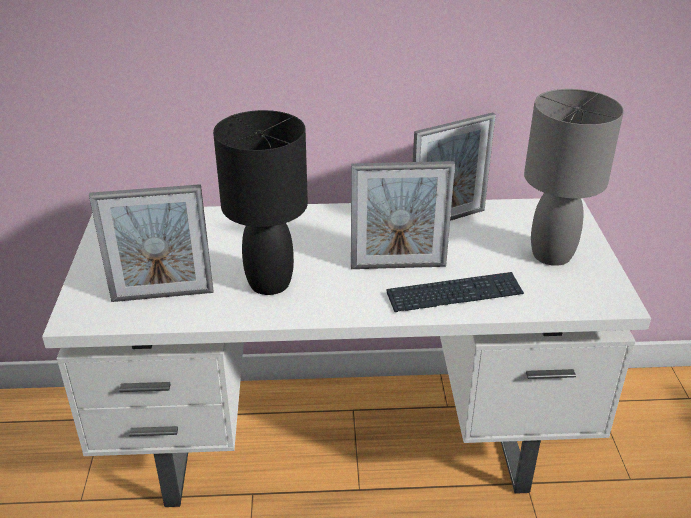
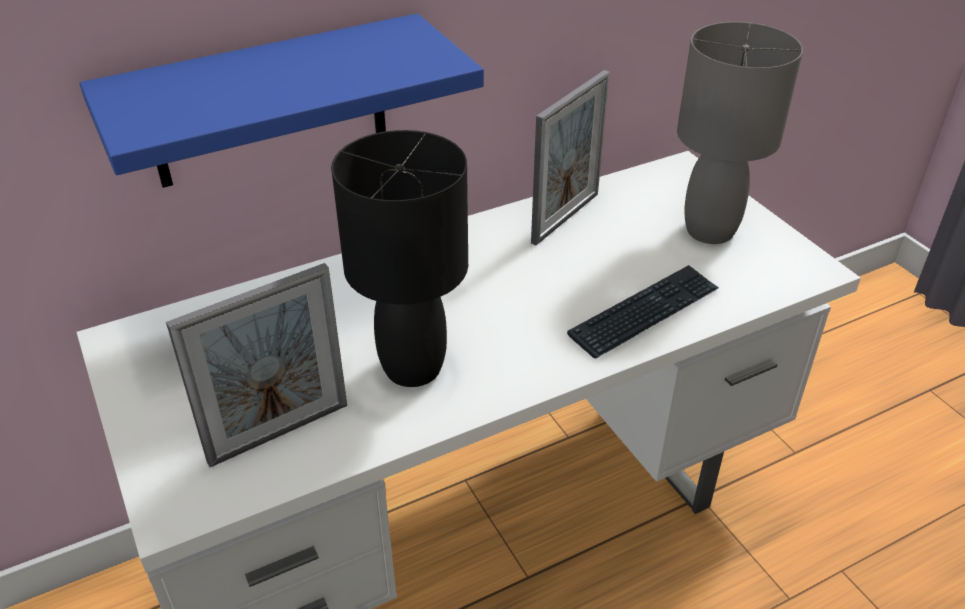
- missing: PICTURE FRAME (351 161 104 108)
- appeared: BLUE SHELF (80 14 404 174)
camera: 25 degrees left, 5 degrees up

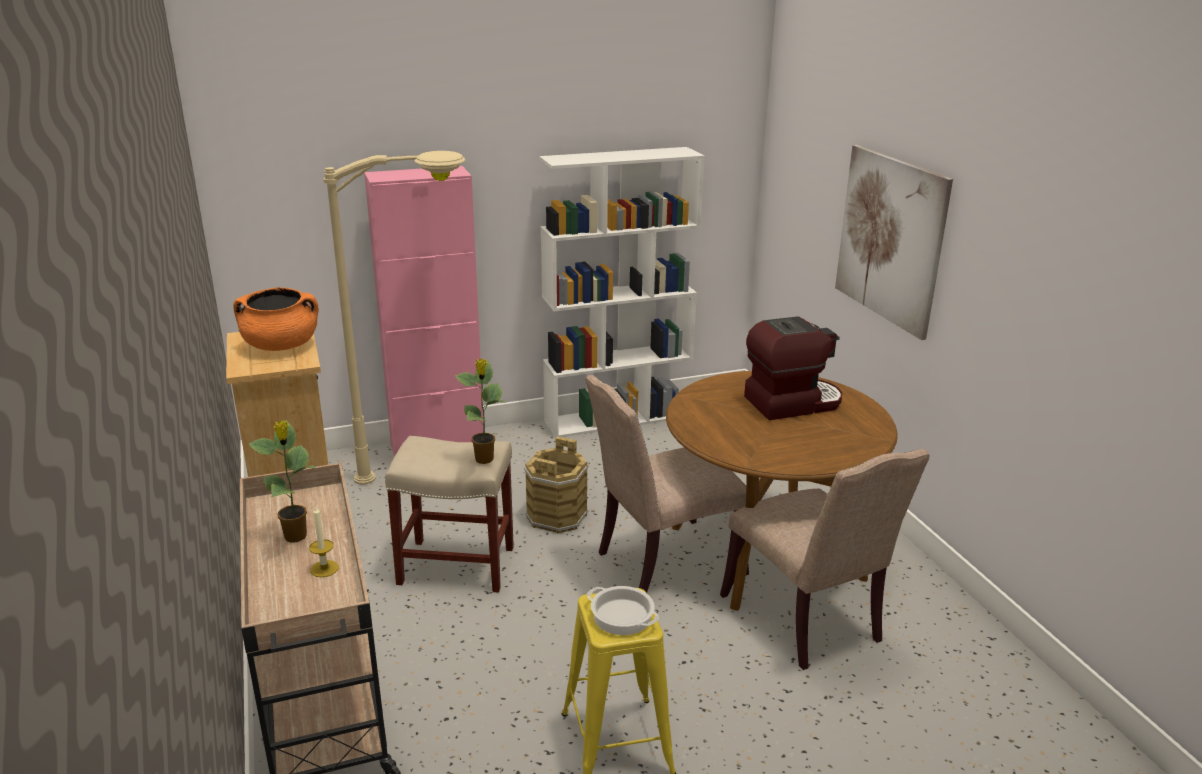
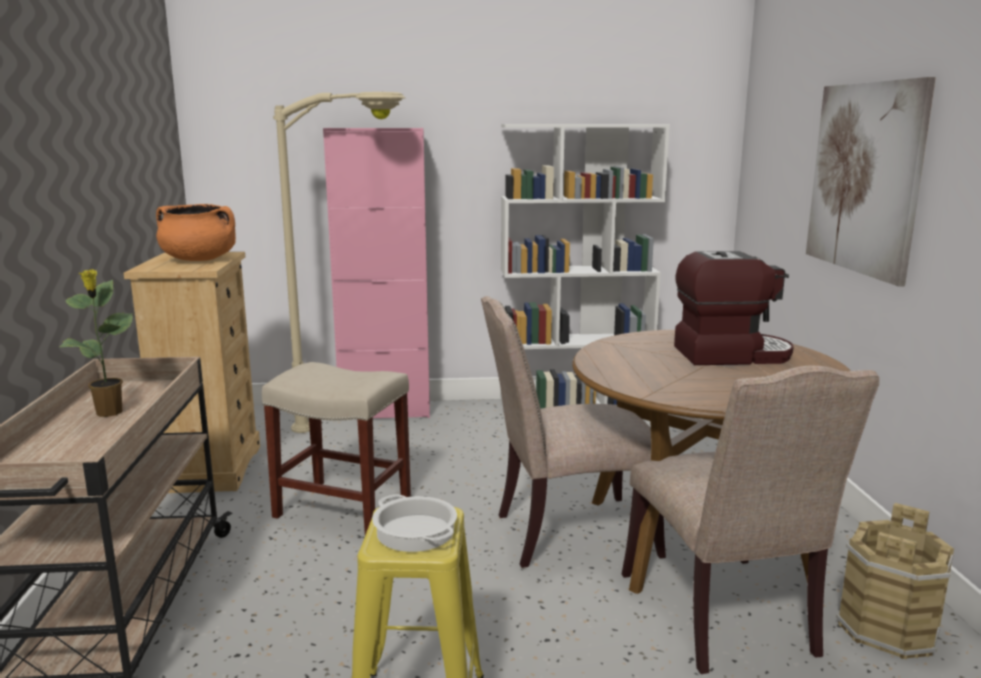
- missing: CANDLE (309 507 30 70)
- missing: POTTED PLANT (455 359 50 105)
- relocated: BROWN BUCKET (524 437 65 96) to (836 503 118 157)
camera: 15 degrees right, 10 degrees down

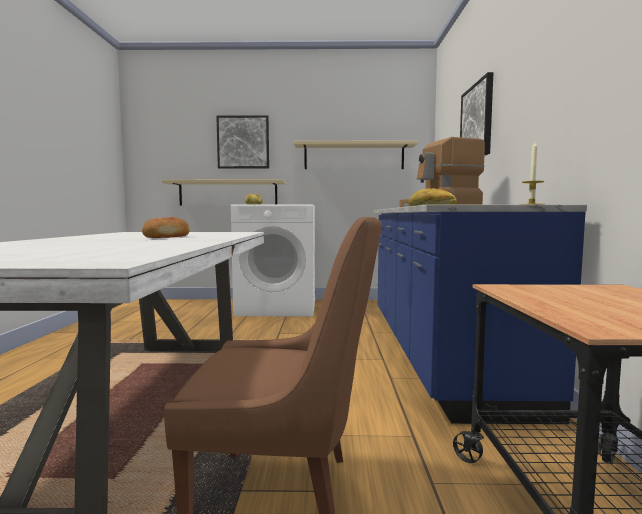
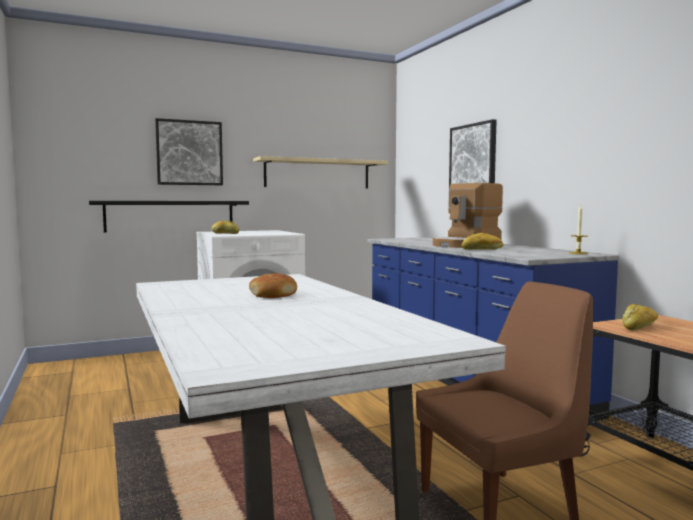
- appeared: BREAD (622 304 36 26)
- colour: BEIGE SHELF (162 180 124 26) to BLACK SHELF (89 201 160 31)
camera: 25 degrees left, 0 degrees up

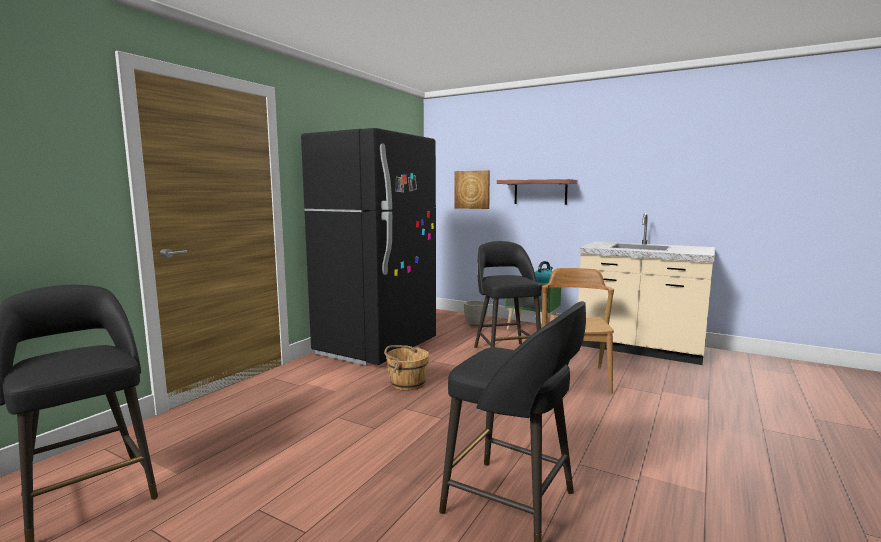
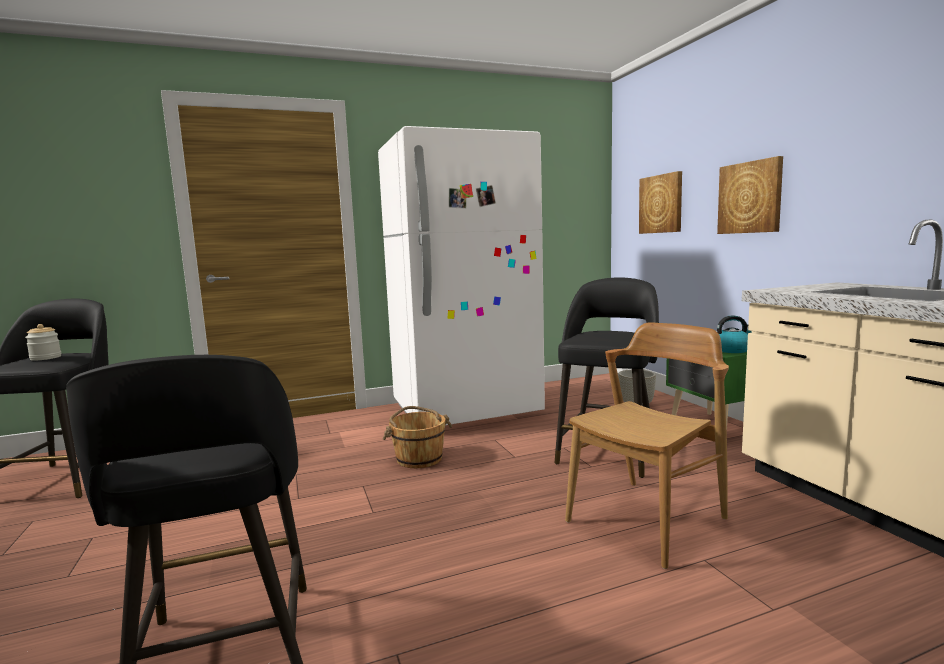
- appeared: JAR (25 324 36 37)
- exchanged: SHELF (497 179 80 26) to PICTURE (717 156 66 78)
- colour: BLACK FRIDGE (301 128 135 237) to WHITE FRIDGE (378 126 167 299)
camera: 40 degrees right, 0 degrees up

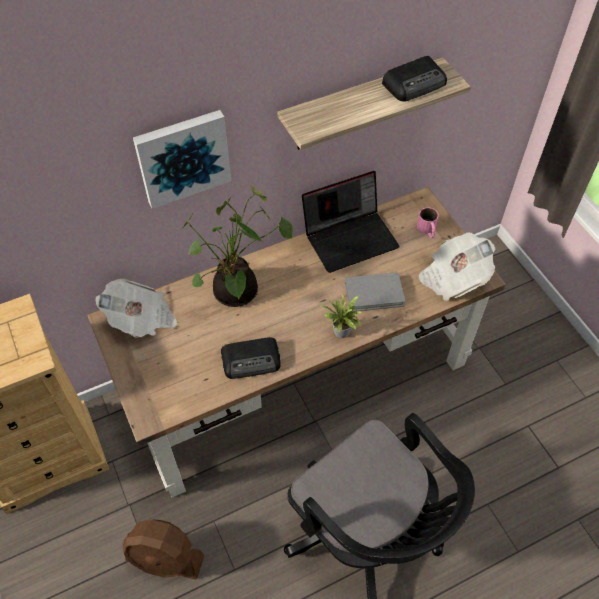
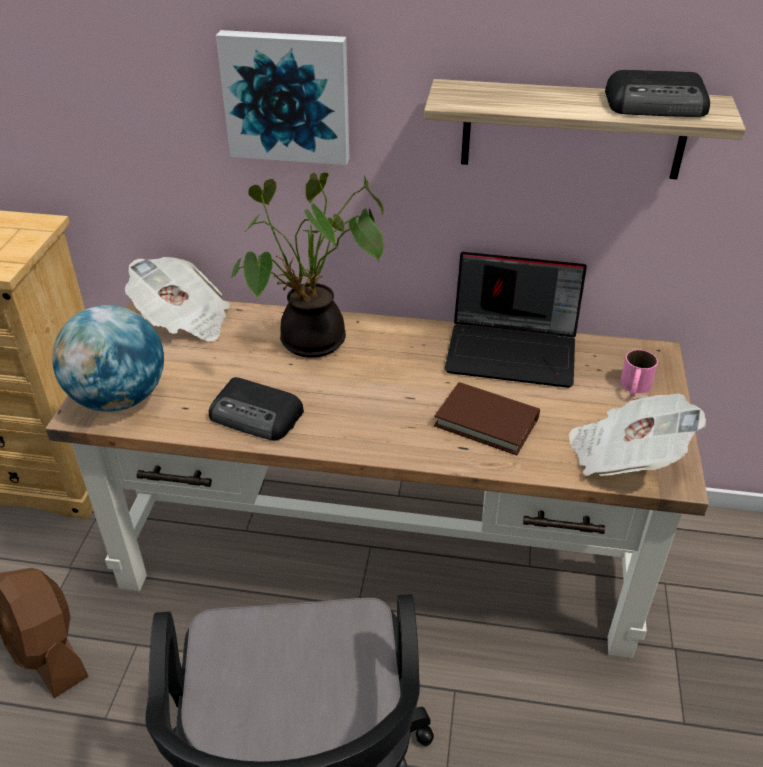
- missing: POTTED PLANT (319 294 44 44)
- appeared: GLOBE (52 305 112 107)
- colour: GREY BOOK (345 272 61 40) to BROWN BOOK (434 382 106 73)
camera: 35 degrees right, 15 degrees down

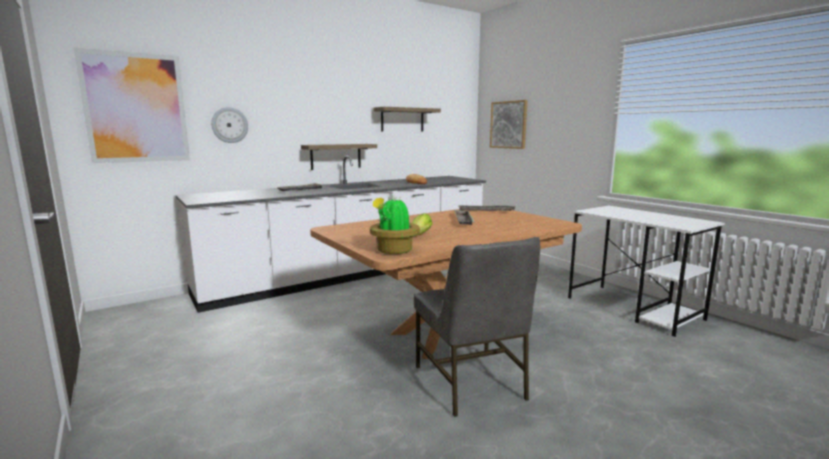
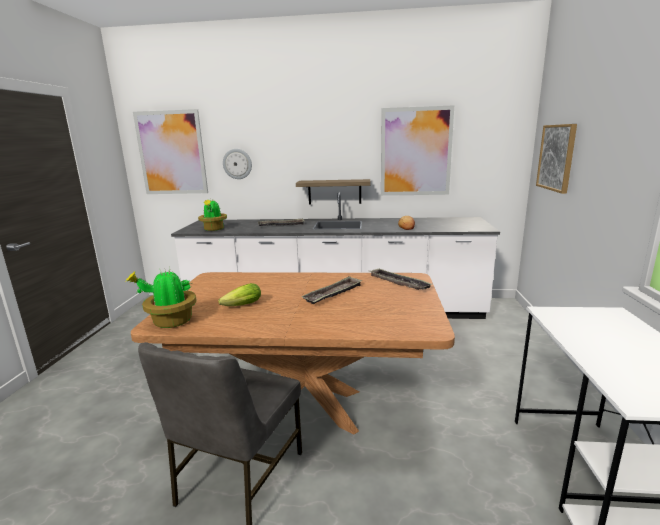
- appeared: POTTED PLANT (198 200 29 31)
- exchanged: SHELF (373 107 68 24) to PICTURE (381 105 73 91)
camera: 40 degrees right, 5 degrees up

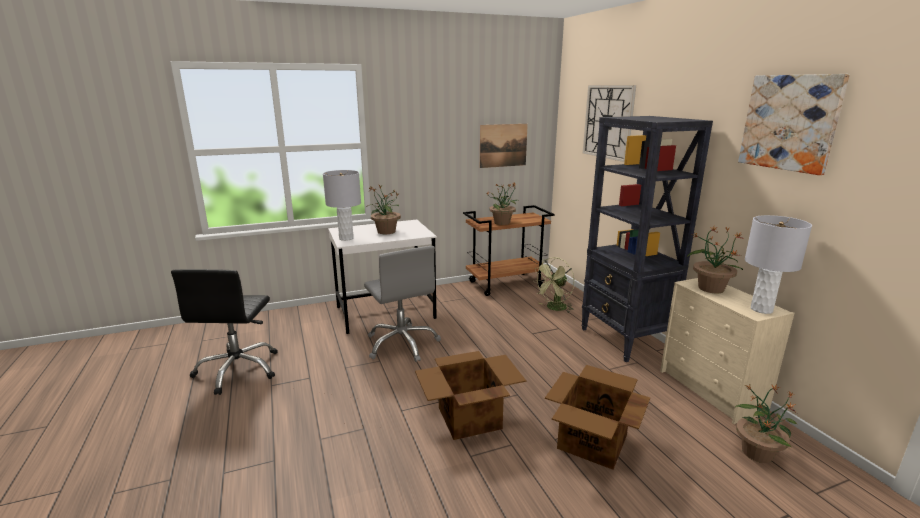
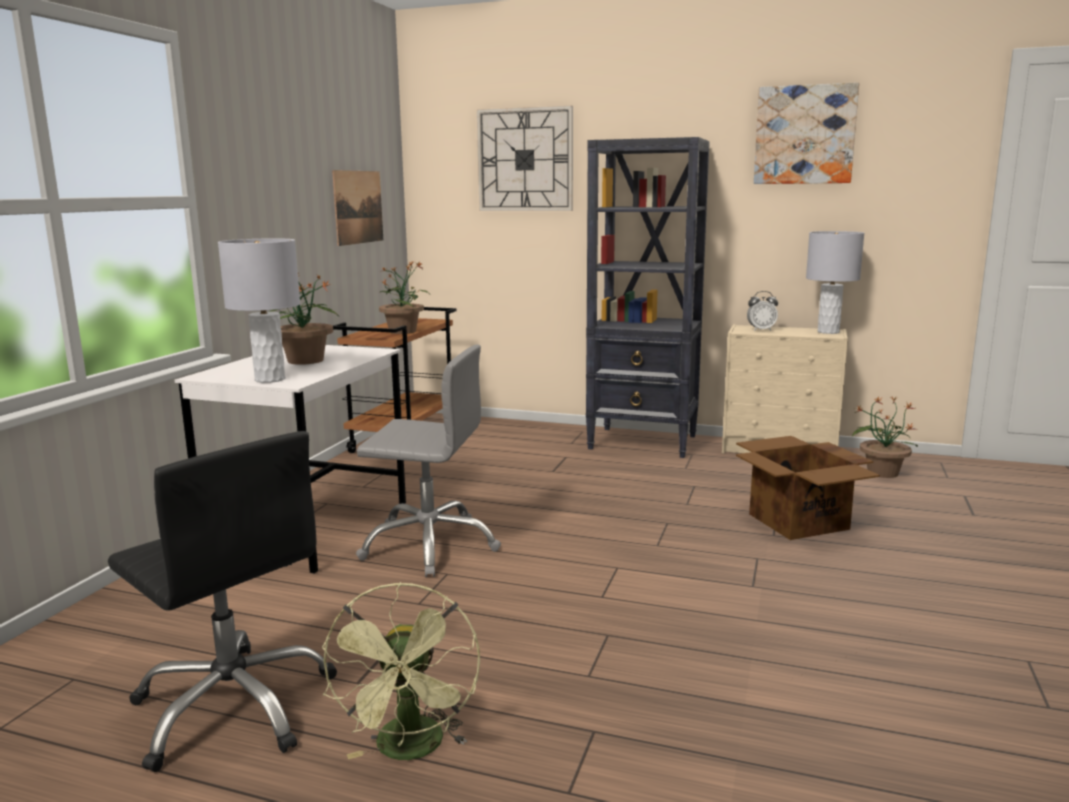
- missing: CARDBOARD BOX (415 351 111 89)
- relocated: GREEN FAN (533 257 41 56) to (322 582 158 178)
- exchanged: POTTED PLANT (687 227 58 66) to ALARM CLOCK (747 291 31 40)
camera: 50 degrees left, 5 degrees down

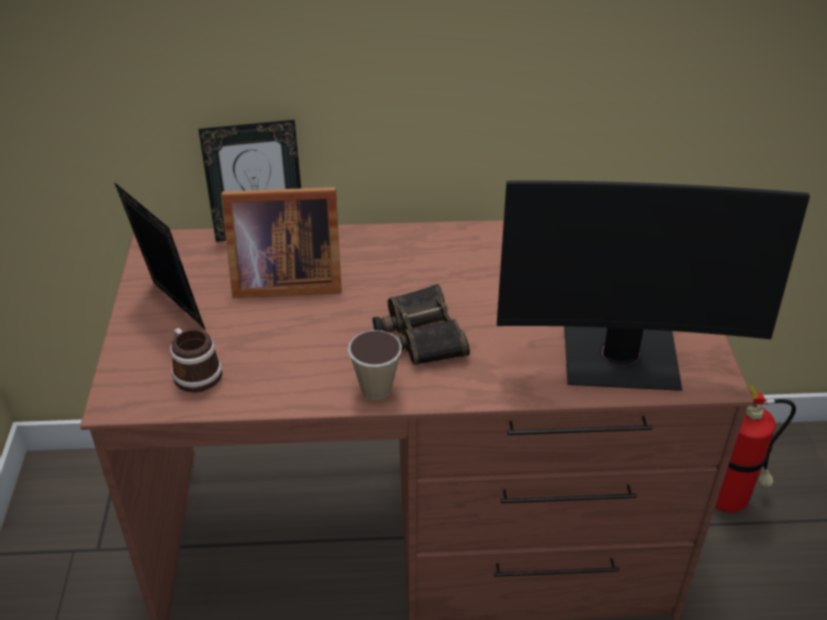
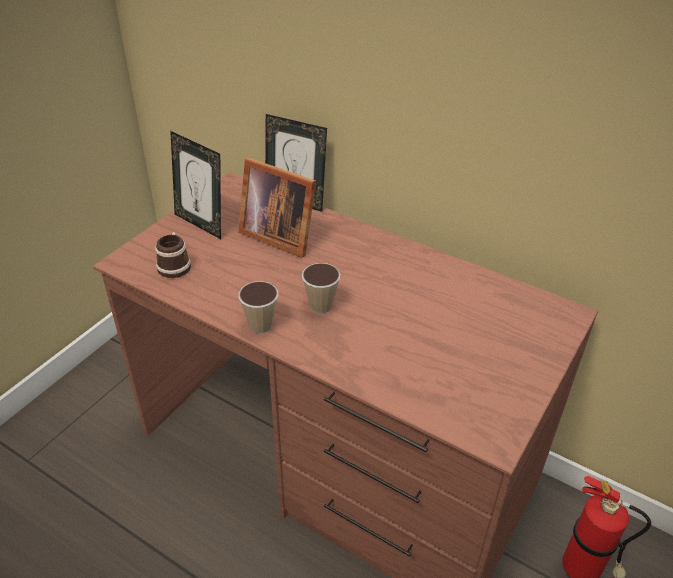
- missing: MONITOR (497 181 313 210)
- exchanged: BINOCULARS (373 284 97 81) to CUP (302 263 38 50)
- spun: PICTURE FRAME (114 182 91 147) = (170 131 51 108) 135 degrees clockwise
camera: 35 degrees right, 0 degrees up

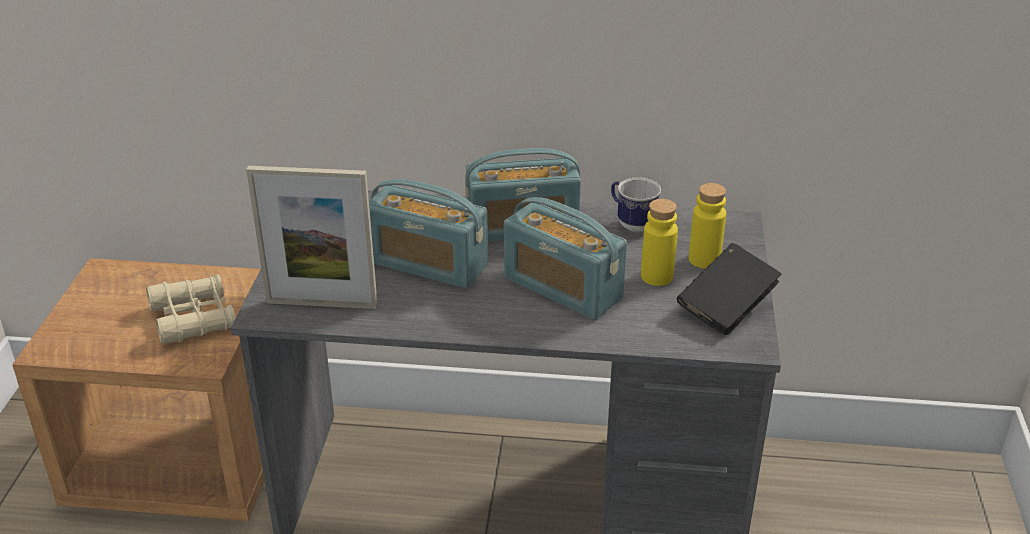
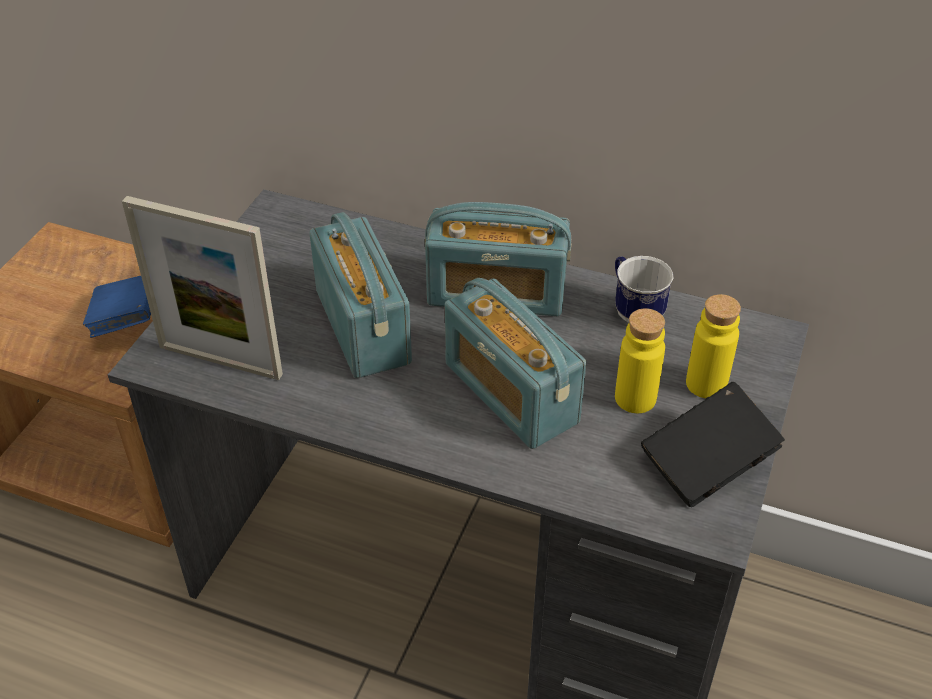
- exchanged: BEIGE BINOCULARS (146 274 90 70) to BLUE BOOK (83 276 68 62)
- spun: RADIO (369 179 119 109) = (309 212 103 166) 150 degrees counterclockwise
camera: 15 degrees right, 10 degrees up

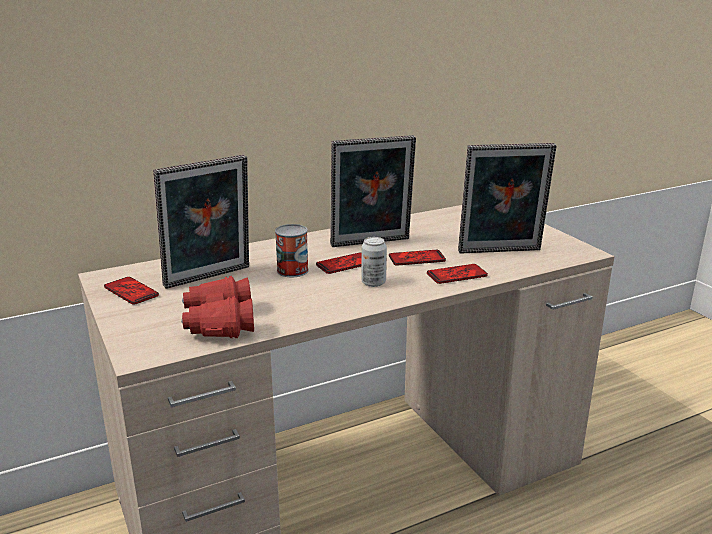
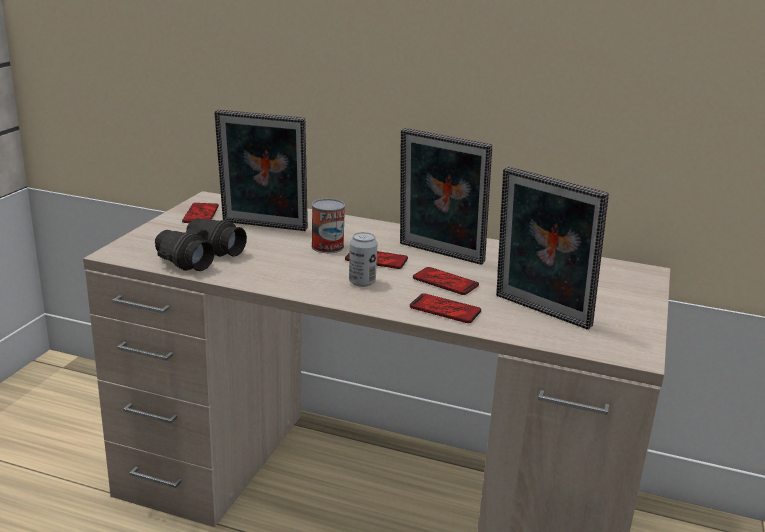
- colour: RED BINOCULARS (181 276 73 62) to BLACK BINOCULARS (155 218 92 53)
camera: 45 degrees right, 0 degrees up

